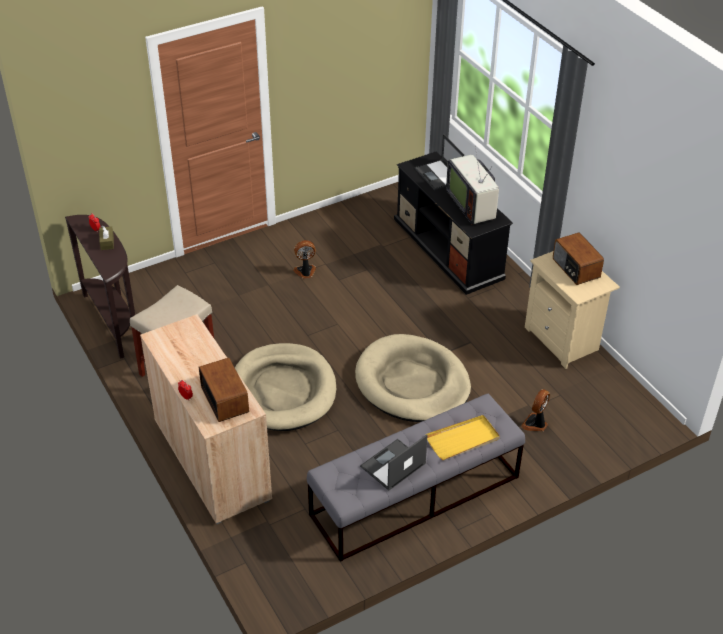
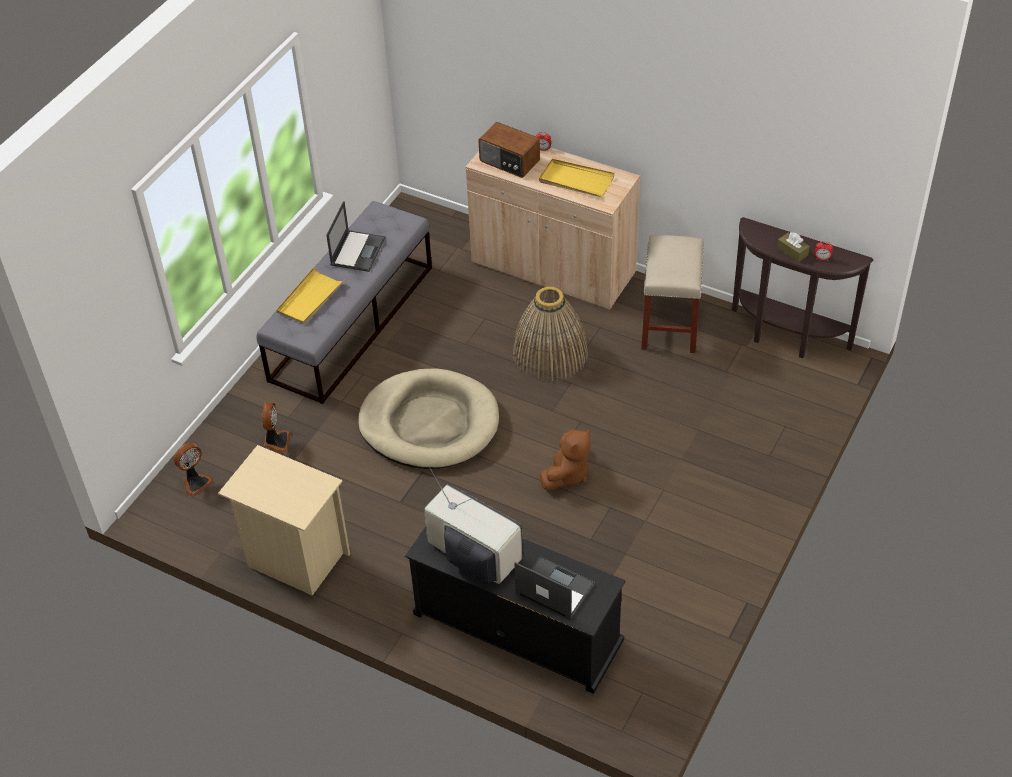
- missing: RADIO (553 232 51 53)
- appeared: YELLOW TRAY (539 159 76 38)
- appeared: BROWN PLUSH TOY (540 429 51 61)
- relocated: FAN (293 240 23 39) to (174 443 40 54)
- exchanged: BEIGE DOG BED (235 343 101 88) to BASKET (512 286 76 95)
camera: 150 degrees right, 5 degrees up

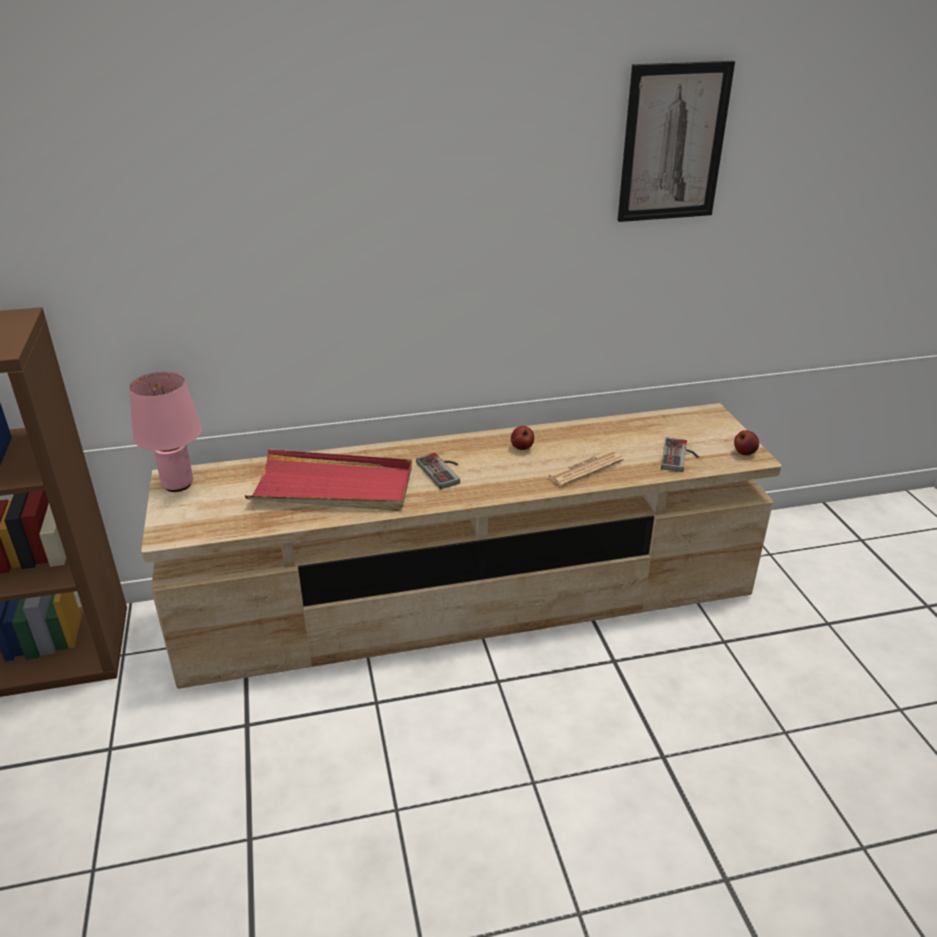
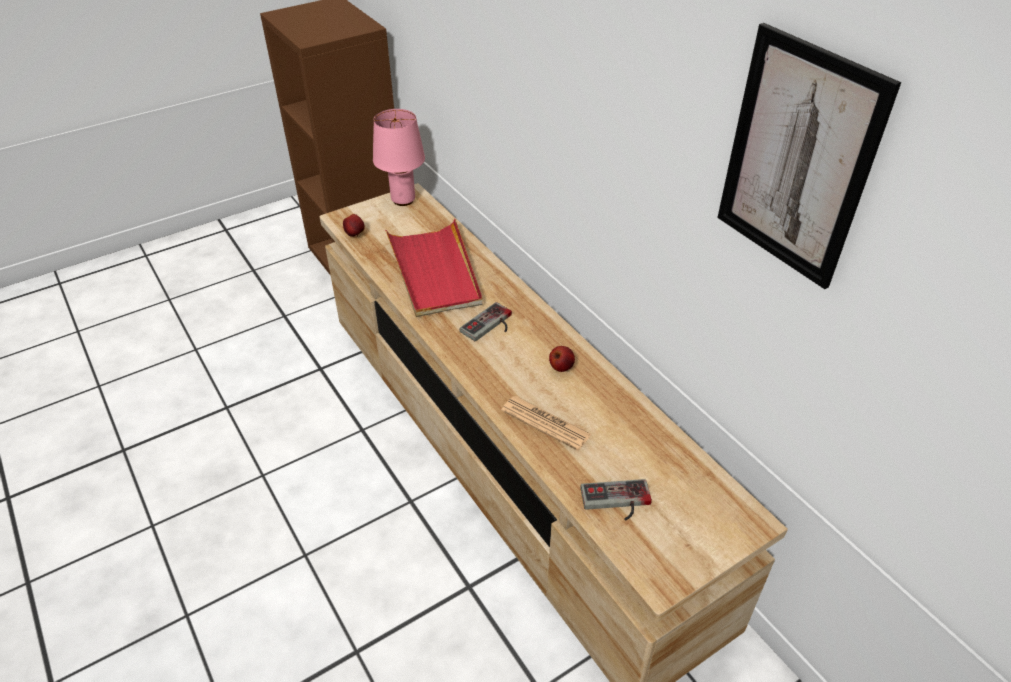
- relocated: APPLE (734 430 25 25) to (343 214 22 23)
camera: 70 degrees right, 10 degrees up

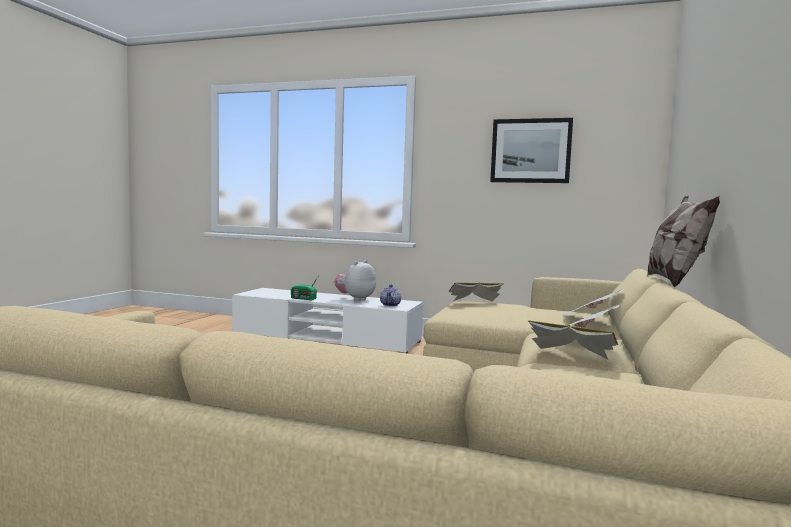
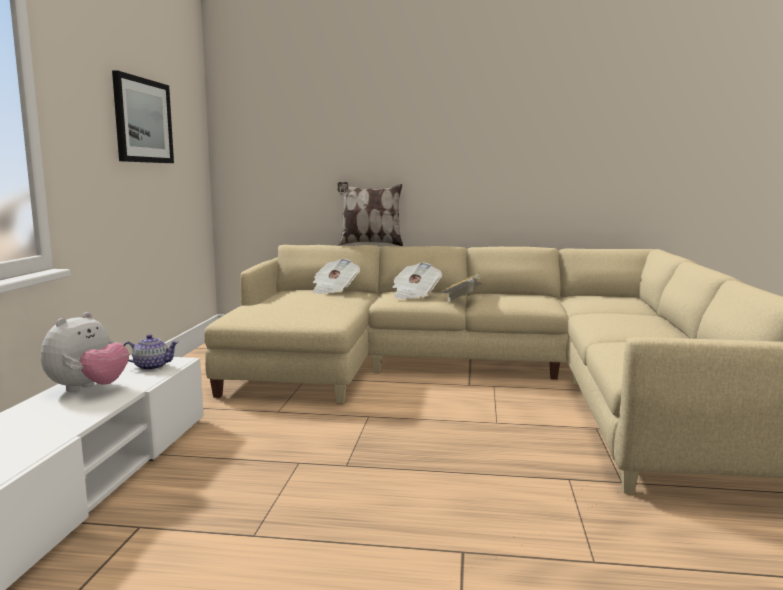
- missing: RADIO (291 277 27 23)
- missing: BOOK (448 282 56 20)
- spun: PLUSH TOY (334 260 42 41) = (41 312 88 80) 90 degrees counterclockwise
camera: 100 degrees left, 5 degrees up

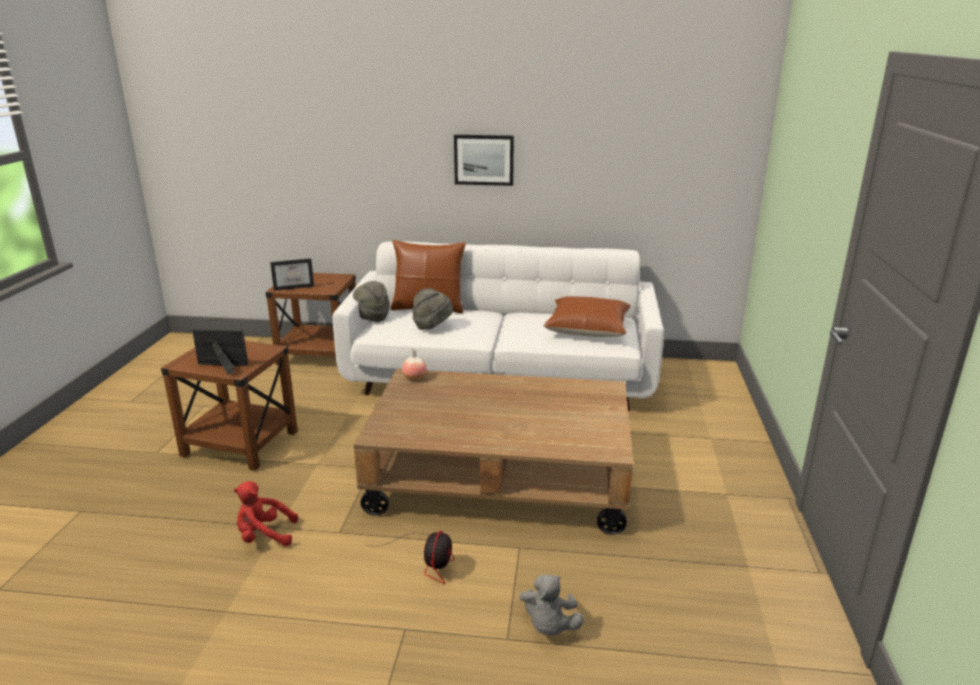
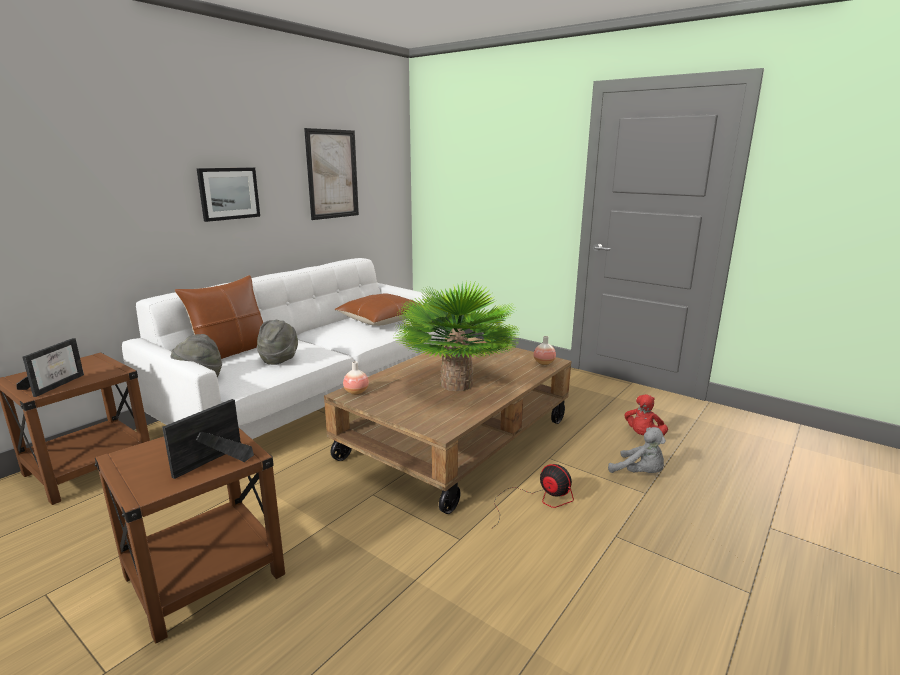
- appeared: PICTURE (304 128 55 92)
- appeared: POTTED PLANT (394 281 126 110)
- appeared: VASE (534 336 22 29)
- relocated: RED PLUSH TOY (234 481 64 66) to (625 394 43 41)
camera: 60 degrees left, 5 degrees down

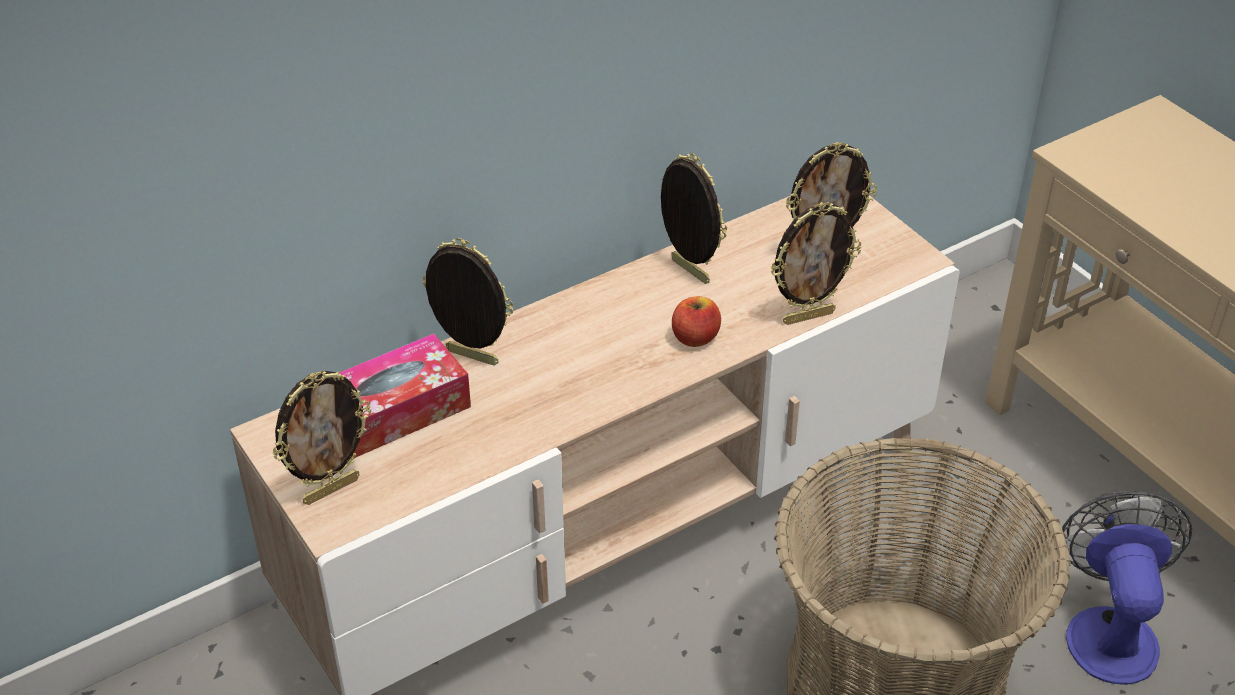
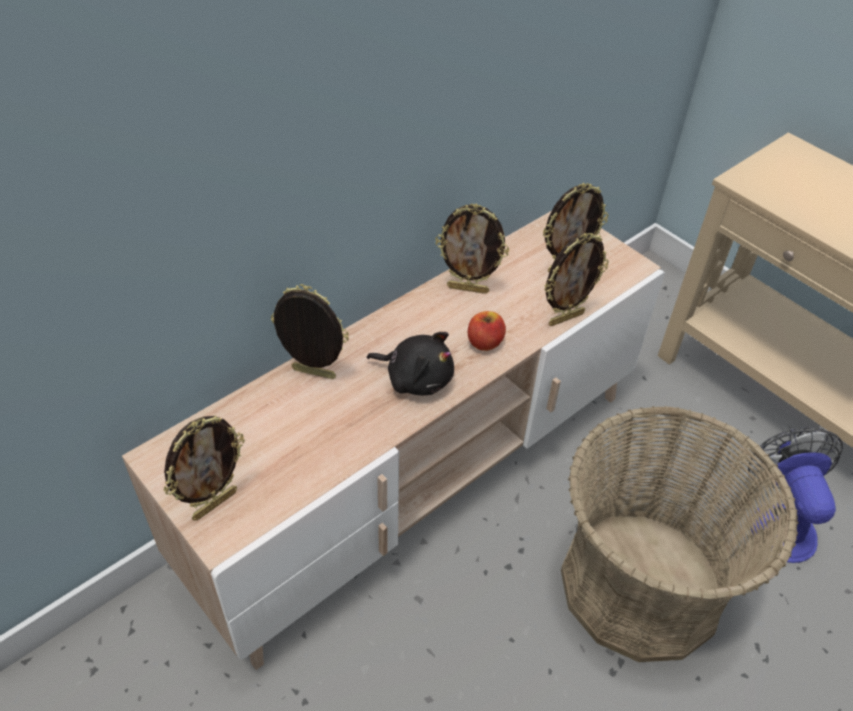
- missing: TISSUE BOX (340 334 131 124)
- appeared: BLACK PLUSH TOY (367 332 87 63)
- spun: PICTURE FRAME (660 153 67 131) = (435 204 74 90) 150 degrees clockwise
camera: 10 degrees left, 5 degrees up

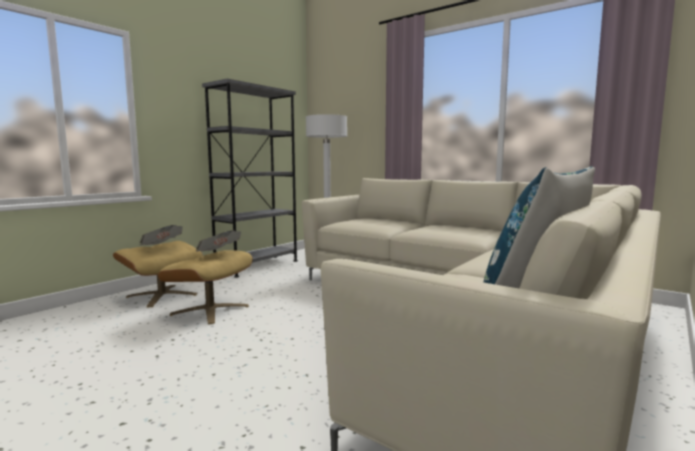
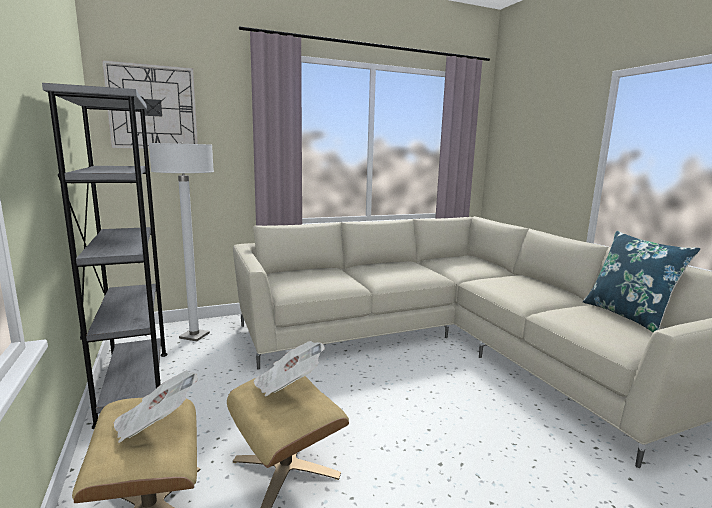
- appeared: WALL CLOCK (102 60 96 89)
camera: 60 degrees left, 5 degrees up

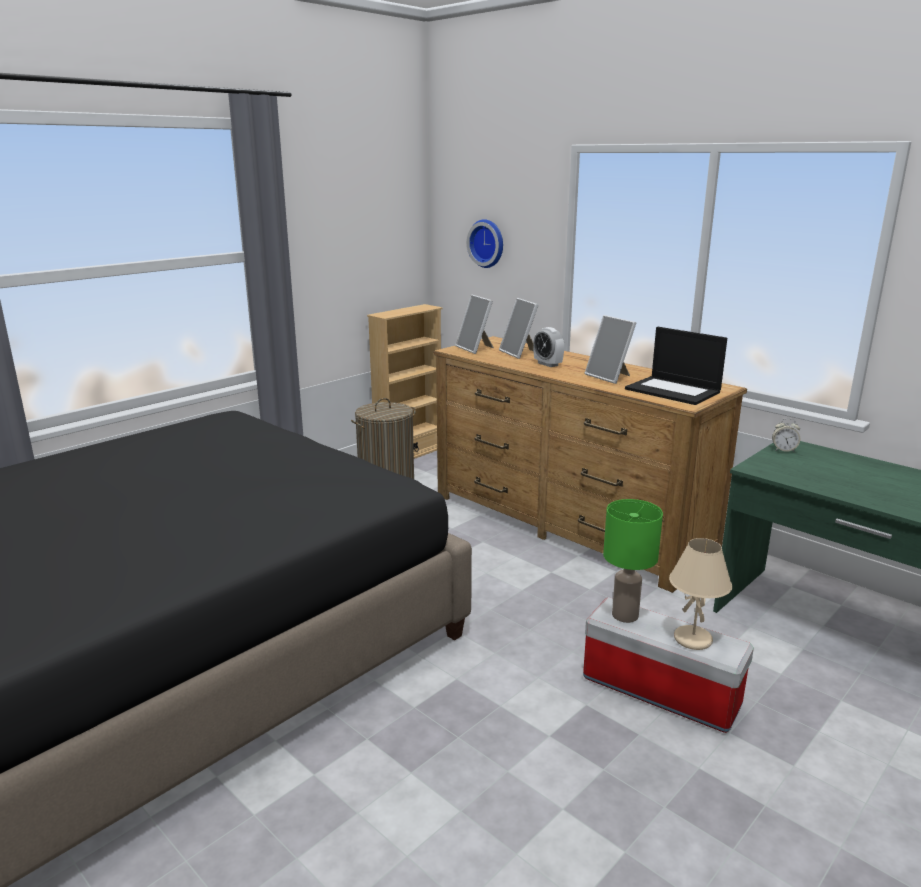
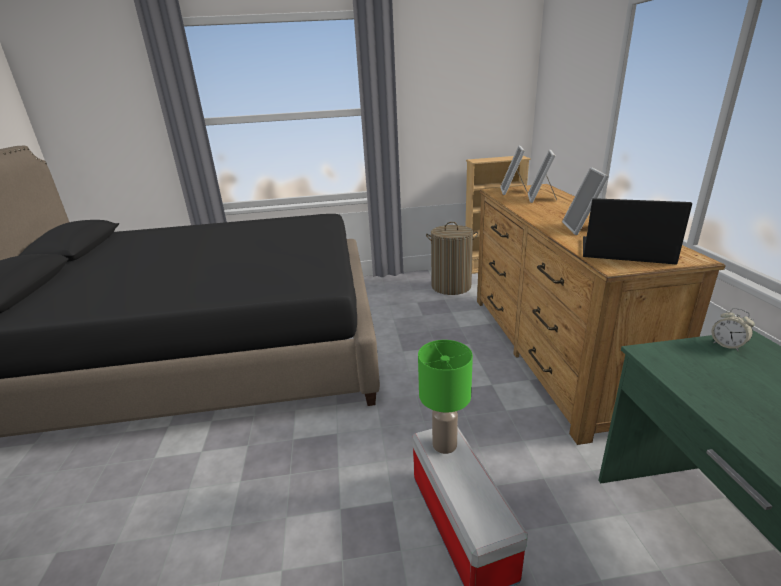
- missing: WALL CLOCK (467 219 36 49)
- missing: ALARM CLOCK (533 327 31 40)
- missing: BEIGE TABLE LAMP (669 538 63 112)
- spun: LAPTOP (625 327 102 78) = (583 198 109 66) 120 degrees clockwise
camera: 40 degrees right, 5 degrees up

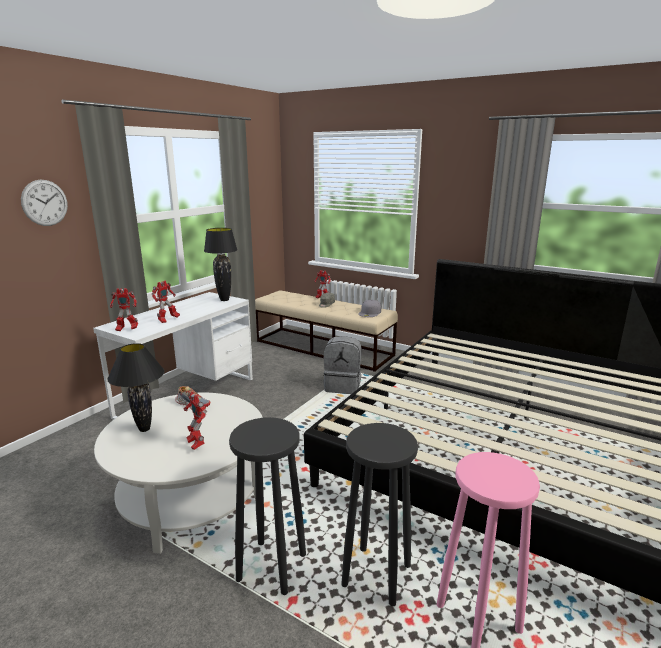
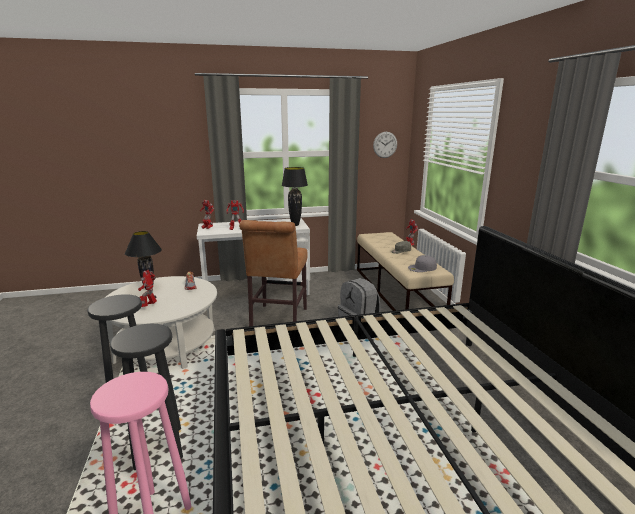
- appeared: BROWN CHAIR (239 220 69 106)
- relocated: WALL CLOCK (21 180 47 46) to (373 132 24 26)
camera: 45 degrees right, 0 degrees up

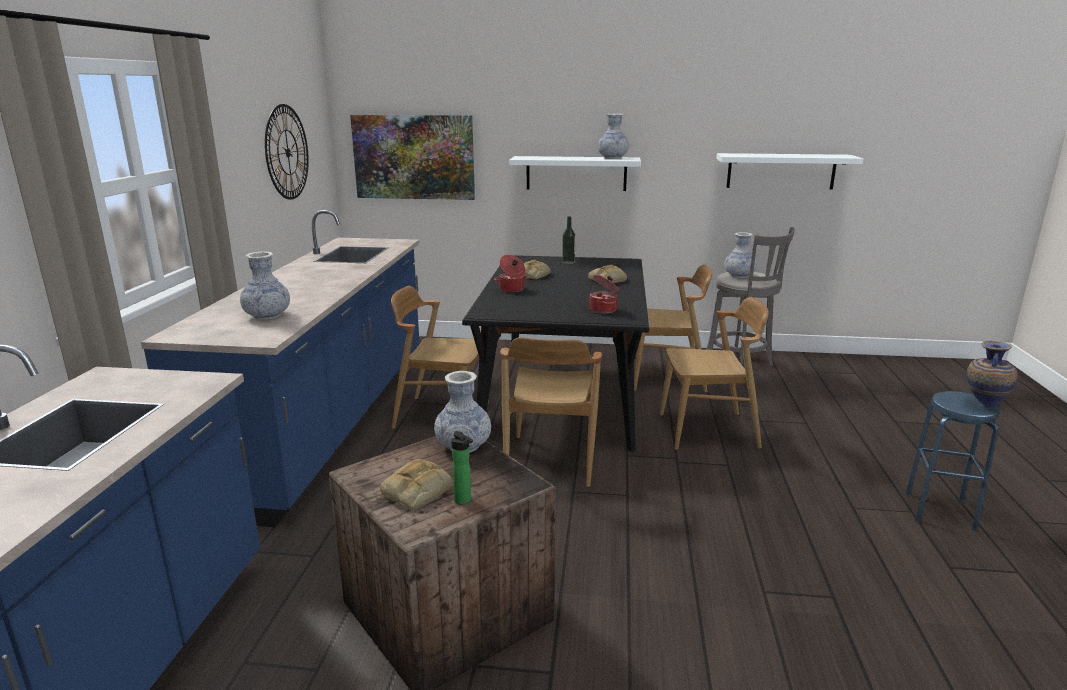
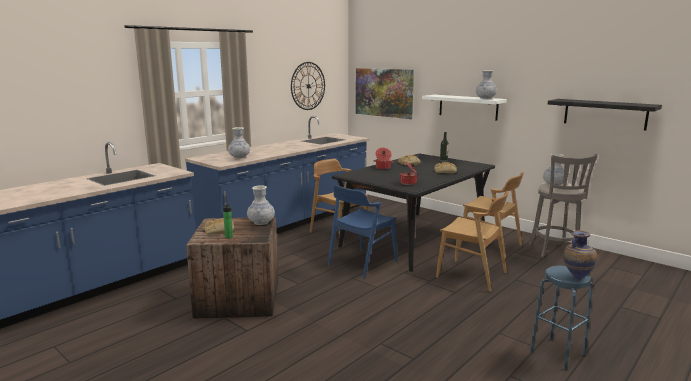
- colour: BROWN CHAIR (500 337 102 150) to BLUE CHAIR (328 185 69 94)
- colour: WHITE SHELF (716 153 147 37) to BLACK SHELF (548 99 114 31)
camera: 35 degrees right, 5 degrees down

